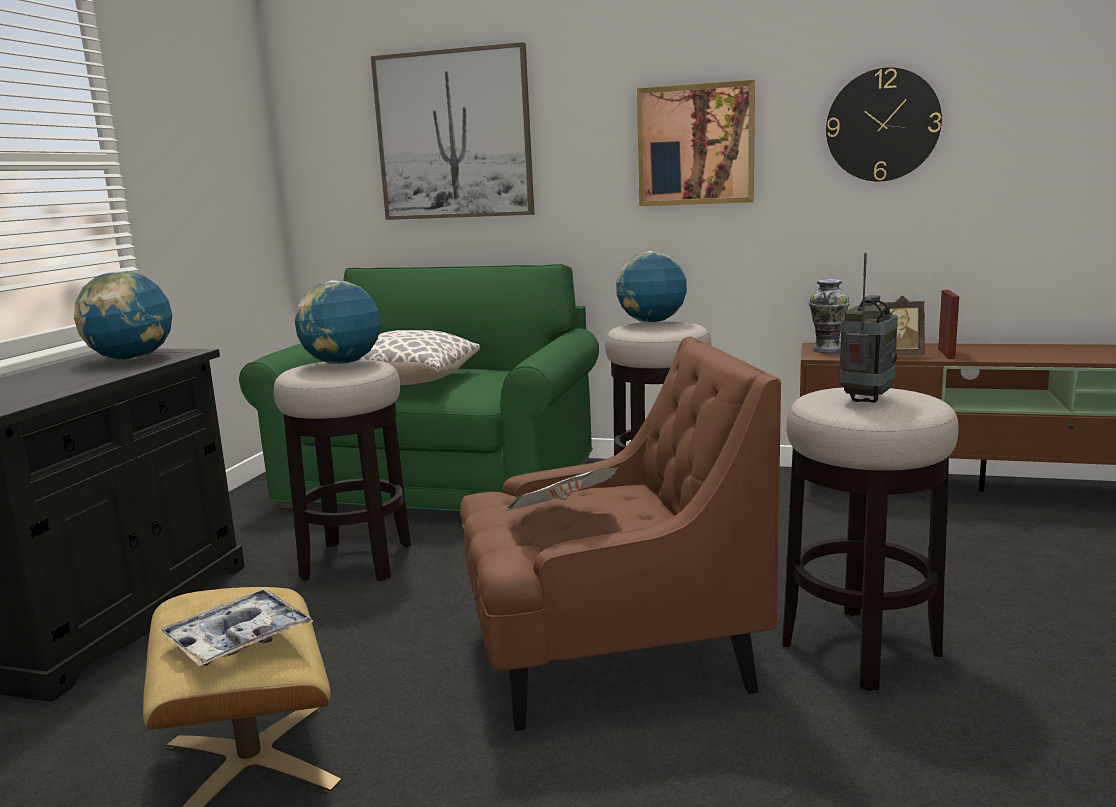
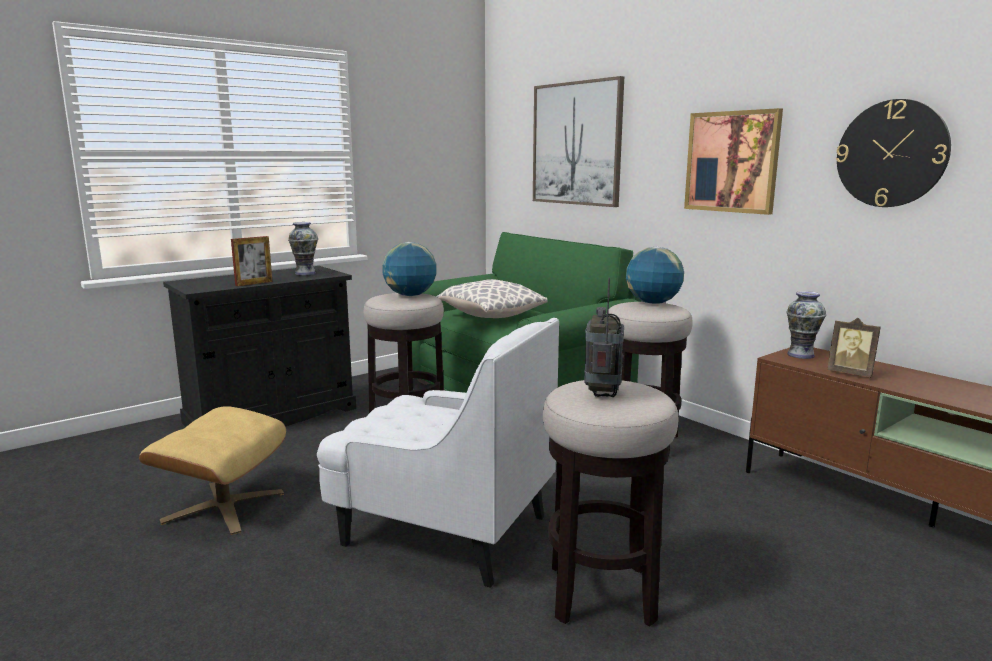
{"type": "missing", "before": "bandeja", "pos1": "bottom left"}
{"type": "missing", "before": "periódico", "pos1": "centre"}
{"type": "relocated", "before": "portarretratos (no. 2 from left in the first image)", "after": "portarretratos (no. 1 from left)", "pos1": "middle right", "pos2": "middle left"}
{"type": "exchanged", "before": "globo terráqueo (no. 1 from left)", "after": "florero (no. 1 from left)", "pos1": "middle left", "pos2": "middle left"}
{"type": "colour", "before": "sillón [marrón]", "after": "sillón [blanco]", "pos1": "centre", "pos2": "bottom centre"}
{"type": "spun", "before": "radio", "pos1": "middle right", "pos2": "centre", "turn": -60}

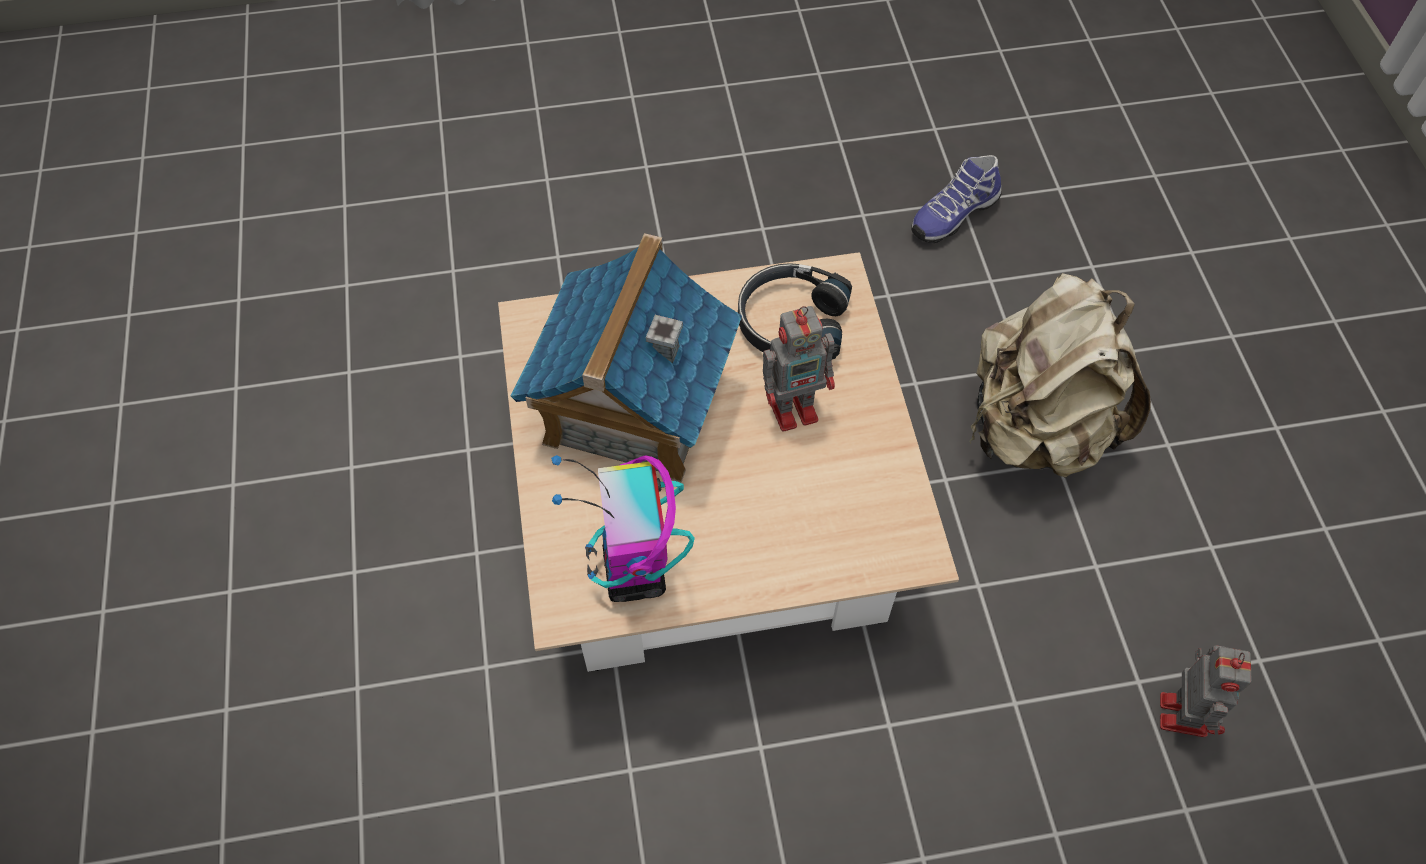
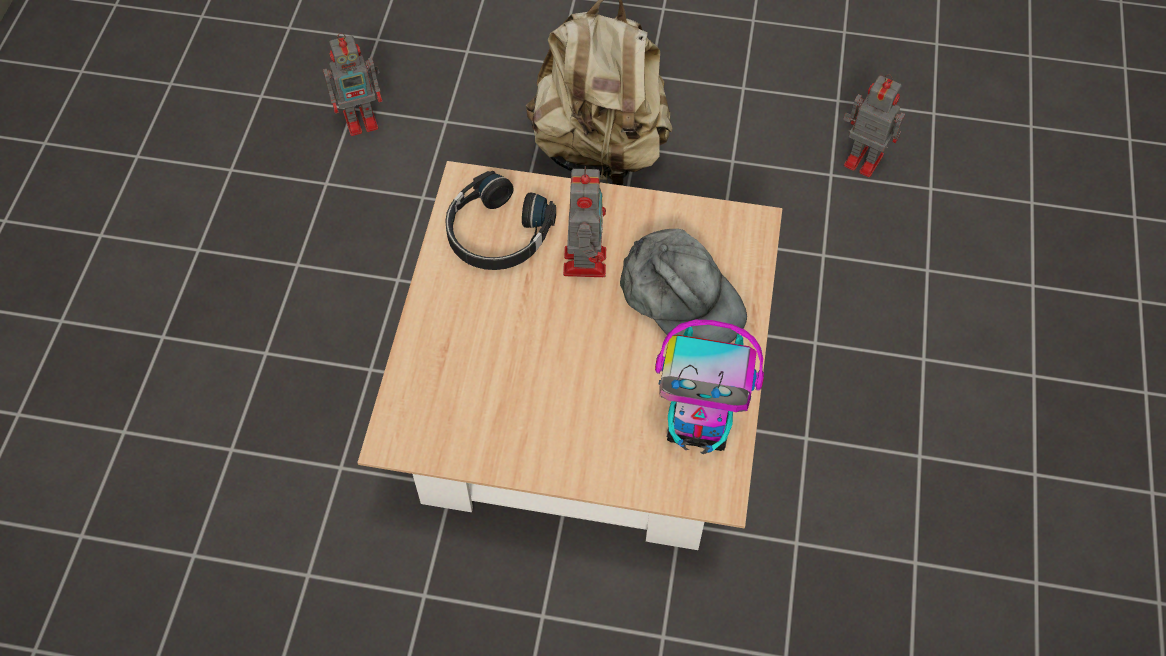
{"type": "missing", "before": "casita", "pos1": "centre"}
{"type": "appeared", "after": "gorra [gris]", "pos2": "centre"}
{"type": "exchanged", "before": "zapato", "after": "robot de juguete (no. 1 from left)", "pos1": "top right", "pos2": "top left"}

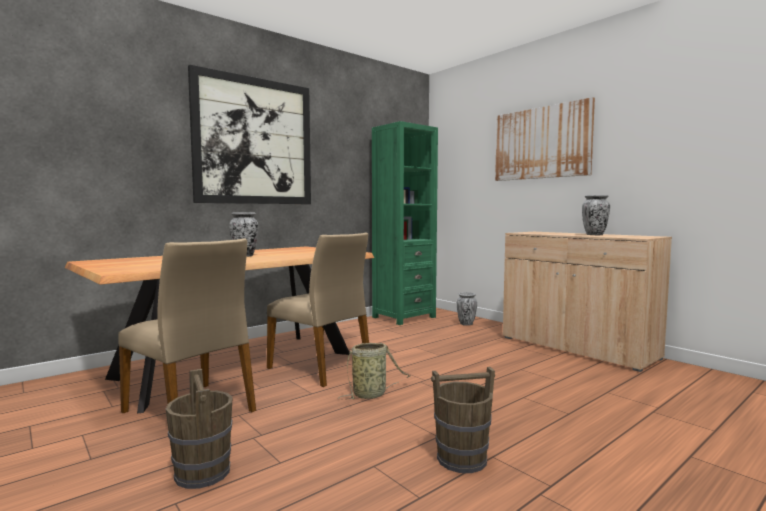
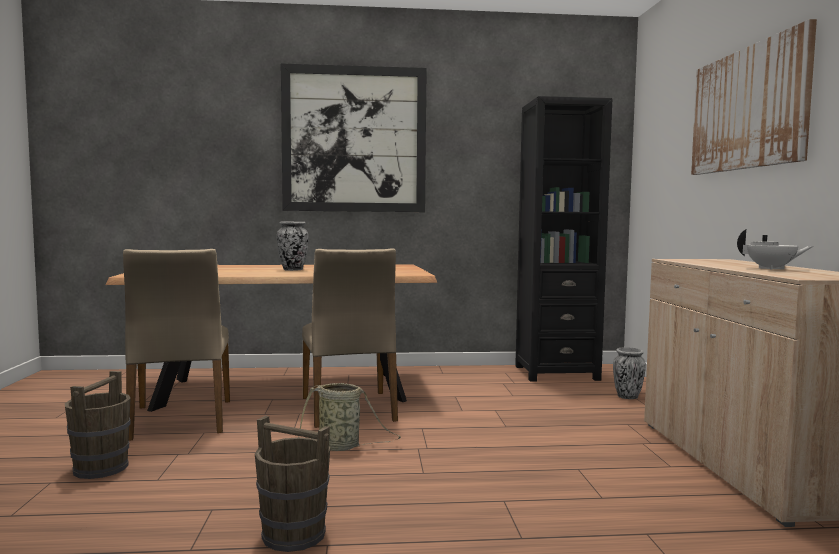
{"type": "exchanged", "before": "florero (no. 3 from left)", "after": "tetera [blanco]", "pos1": "middle right", "pos2": "middle right"}
{"type": "colour", "before": "estantería [verde]", "after": "estantería [negro]", "pos1": "centre", "pos2": "middle right"}

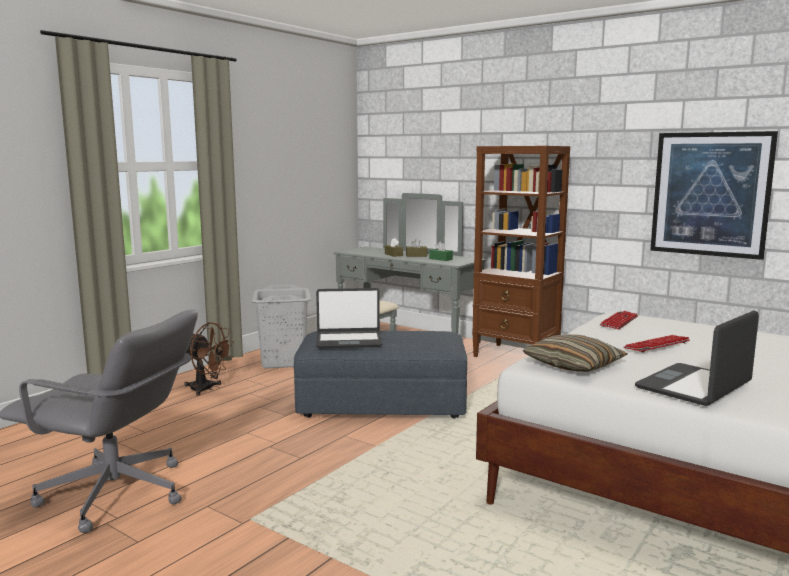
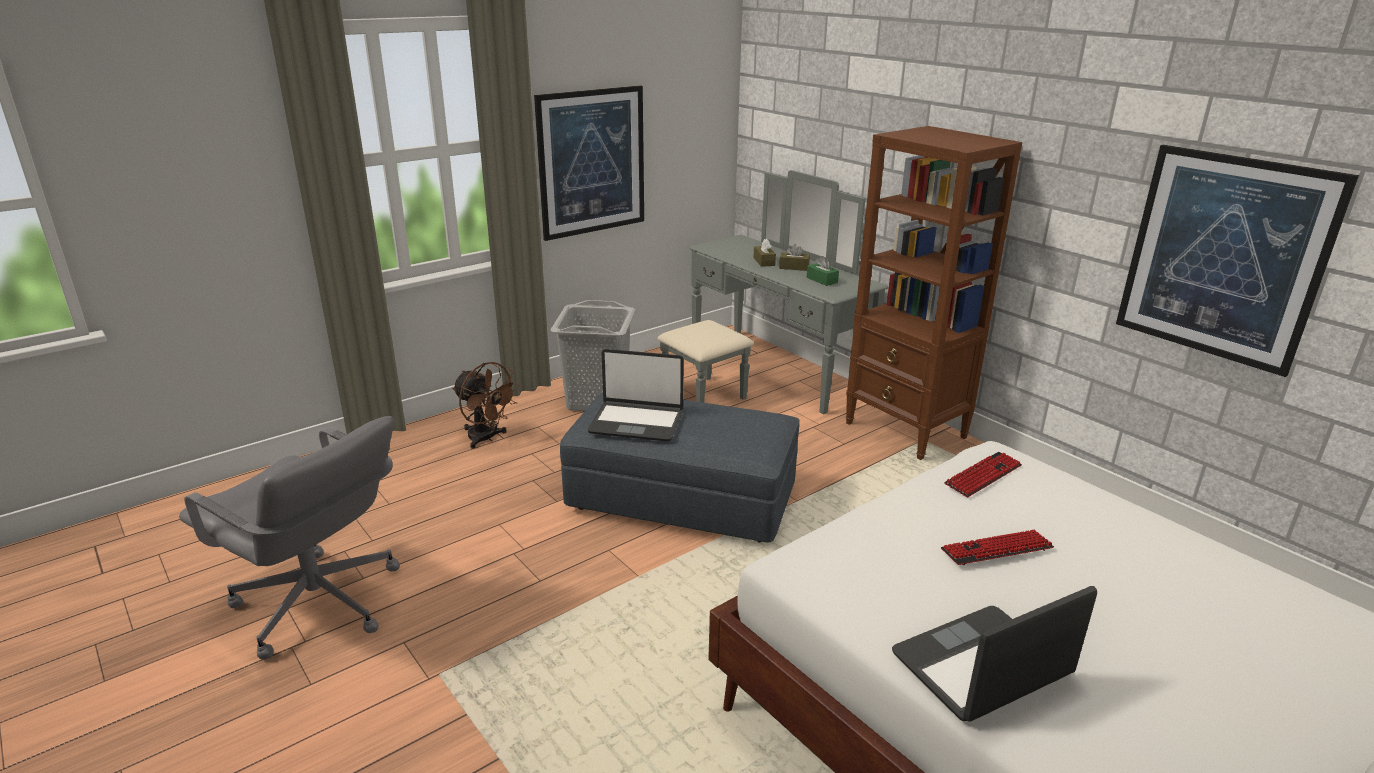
{"type": "missing", "before": "cojín", "pos1": "middle right"}
{"type": "appeared", "after": "cuadro (no. 1 from left)", "pos2": "top centre"}

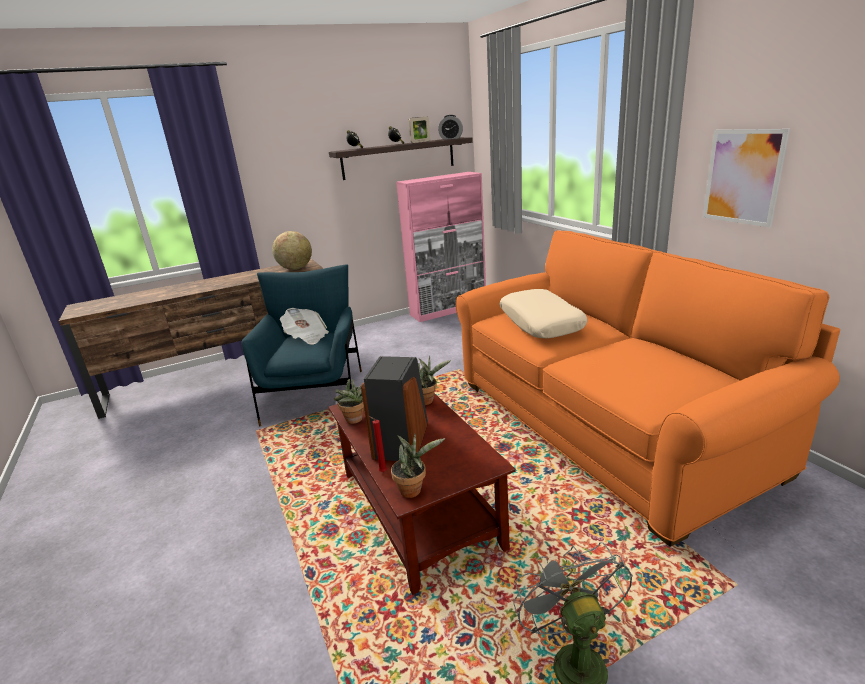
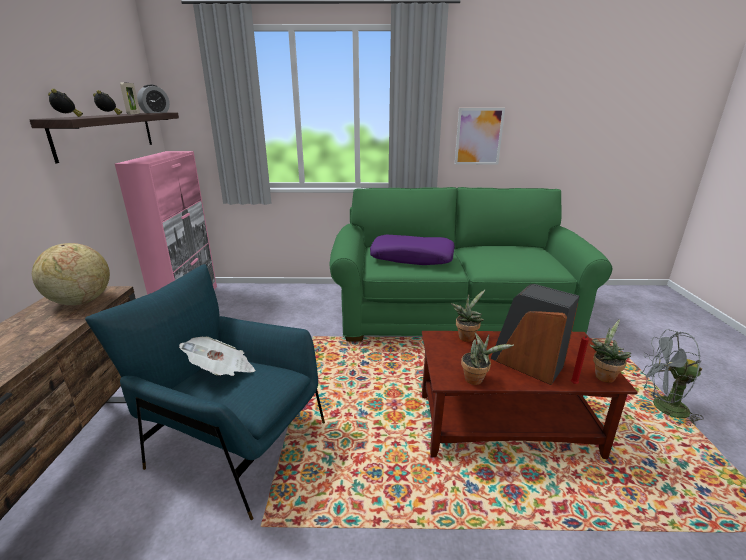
{"type": "colour", "before": "sofá [naranja]", "after": "sofá [verde]", "pos1": "middle right", "pos2": "centre"}
{"type": "colour", "before": "cojín [beis]", "after": "cojín [morado]", "pos1": "centre", "pos2": "centre"}

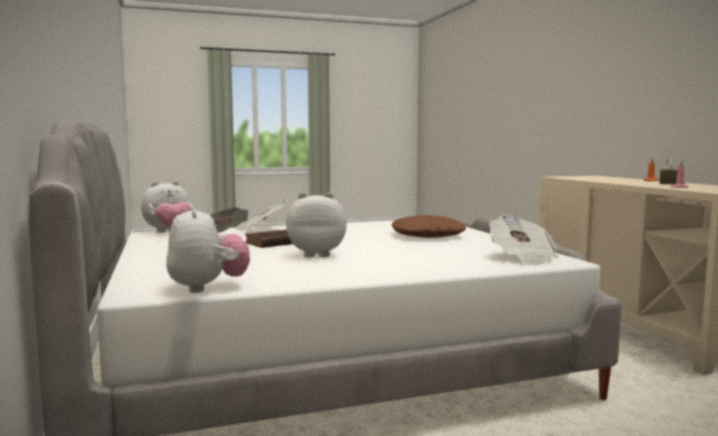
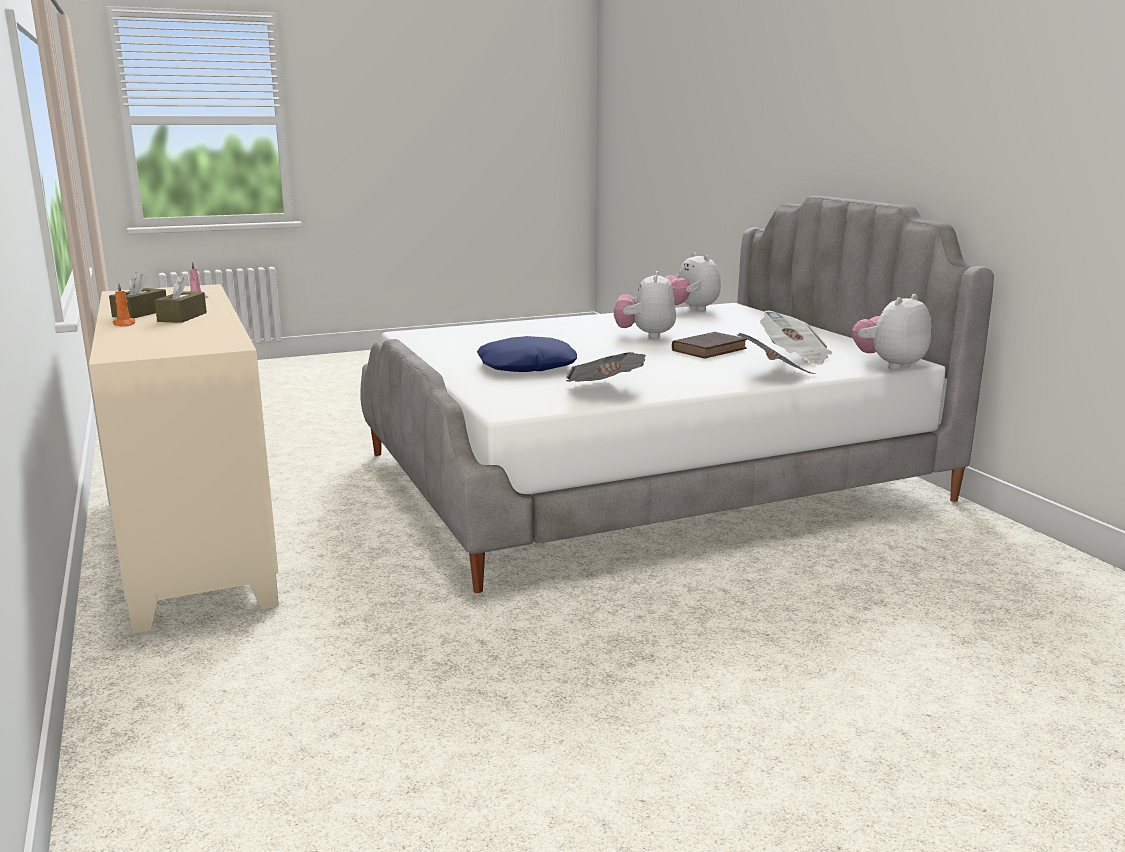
{"type": "appeared", "after": "caja de pañuelos [marrón] (no. 2 from left)", "pos2": "middle left"}
{"type": "relocated", "before": "periódico (no. 3 from left in the first image)", "after": "periódico (no. 1 from left)", "pos1": "middle right", "pos2": "centre"}
{"type": "colour", "before": "cojín [marrón]", "after": "cojín [azul]", "pos1": "centre", "pos2": "centre"}
{"type": "spun", "before": "peluche (no. 3 from left in the first image)", "pos1": "centre", "pos2": "centre", "turn": 105}

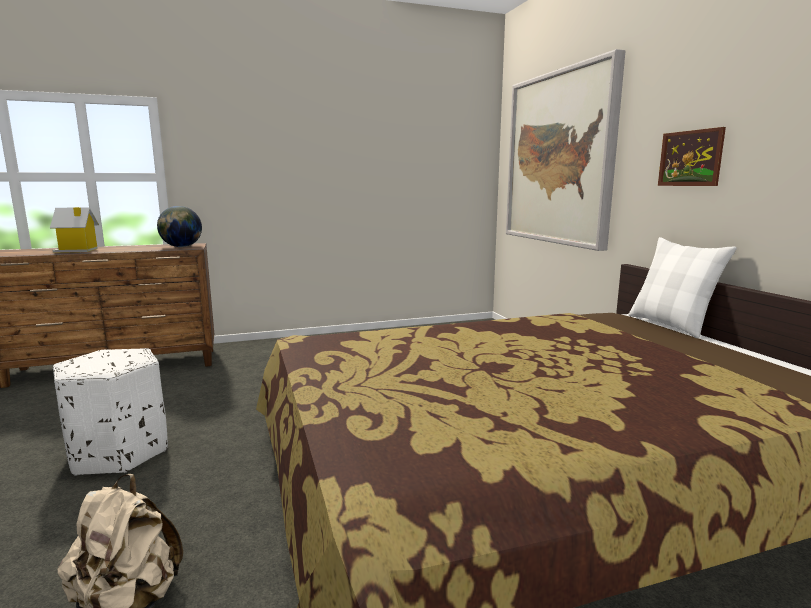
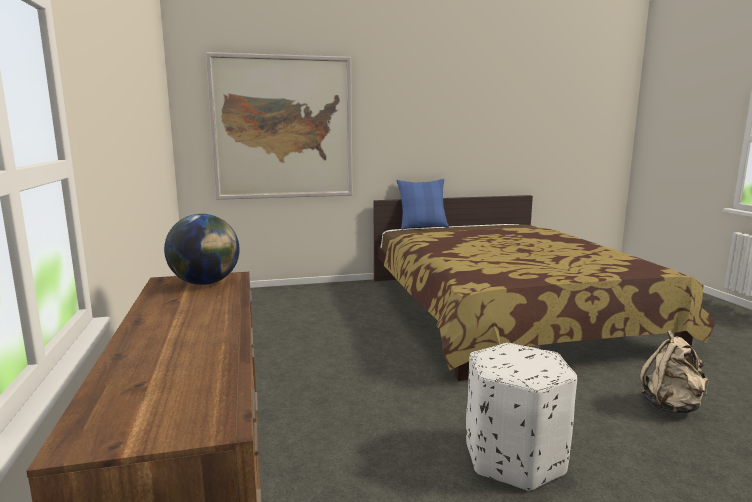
{"type": "missing", "before": "casita", "pos1": "middle left"}
{"type": "missing", "before": "cuadro (no. 2 from left)", "pos1": "top right"}
{"type": "colour", "before": "cojín [blanco]", "after": "cojín [azul]", "pos1": "middle right", "pos2": "centre"}

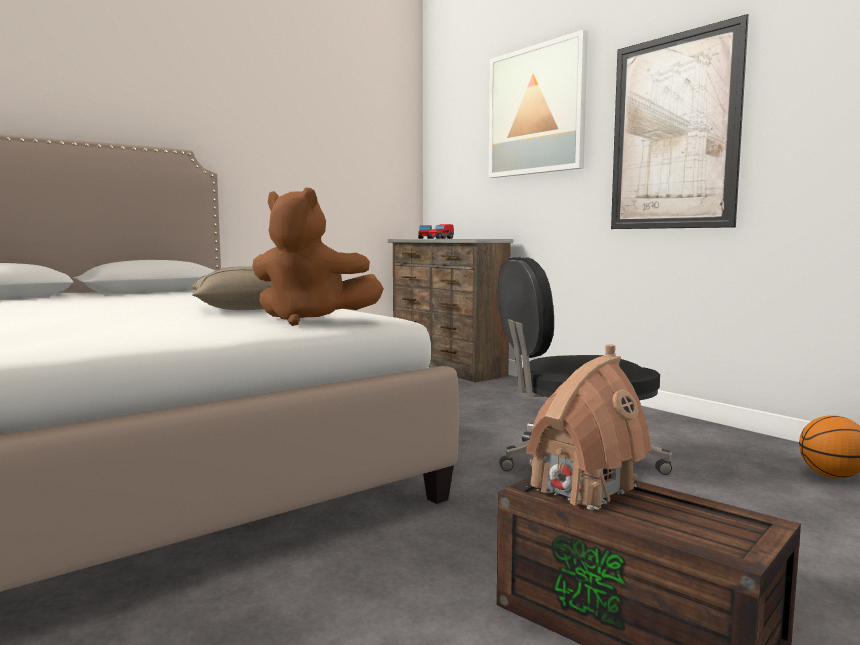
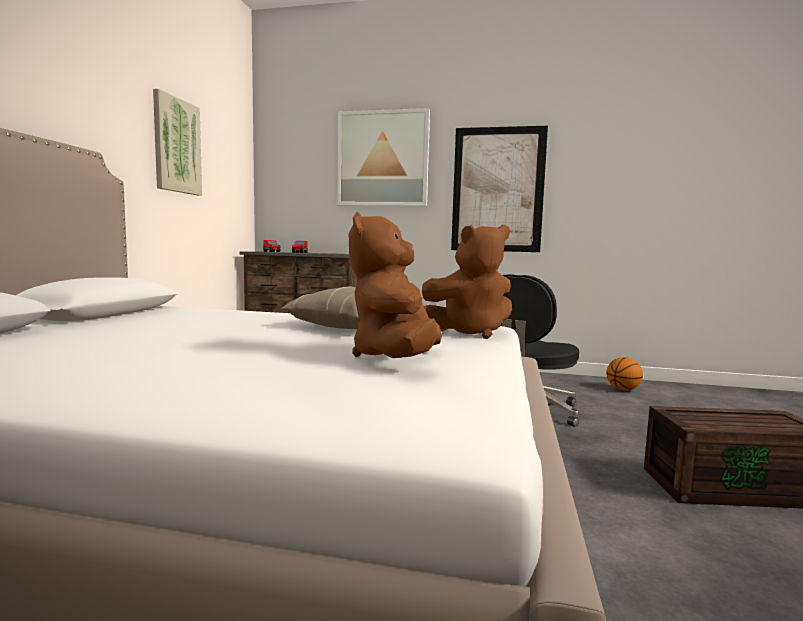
{"type": "missing", "before": "casita", "pos1": "middle right"}
{"type": "appeared", "after": "cuadro (no. 1 from left)", "pos2": "top left"}
{"type": "appeared", "after": "peluche [marrón] (no. 1 from left)", "pos2": "centre"}

